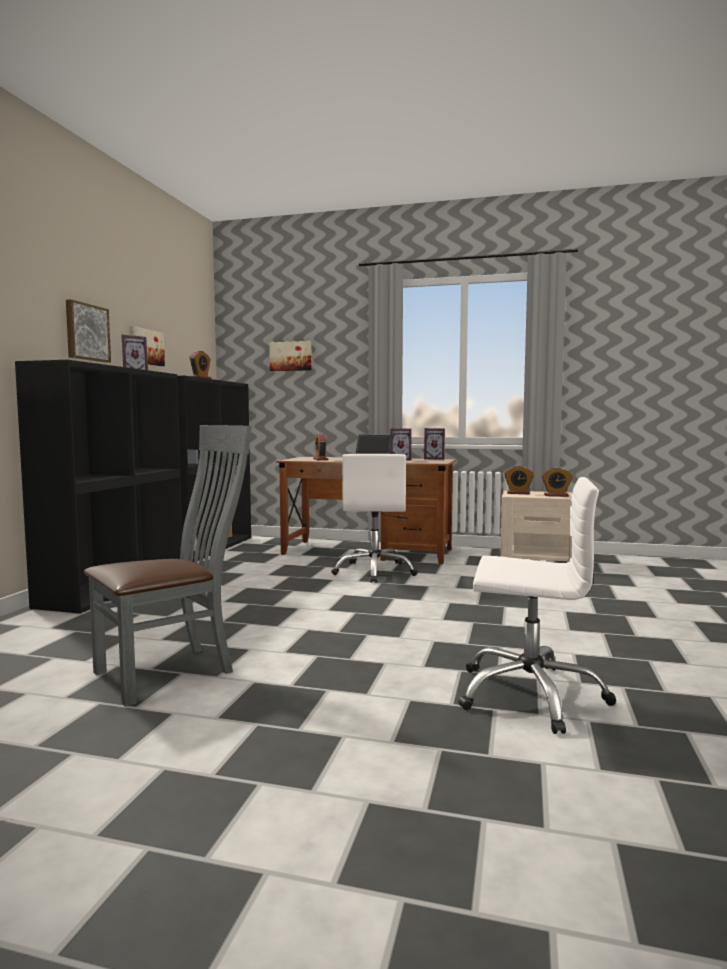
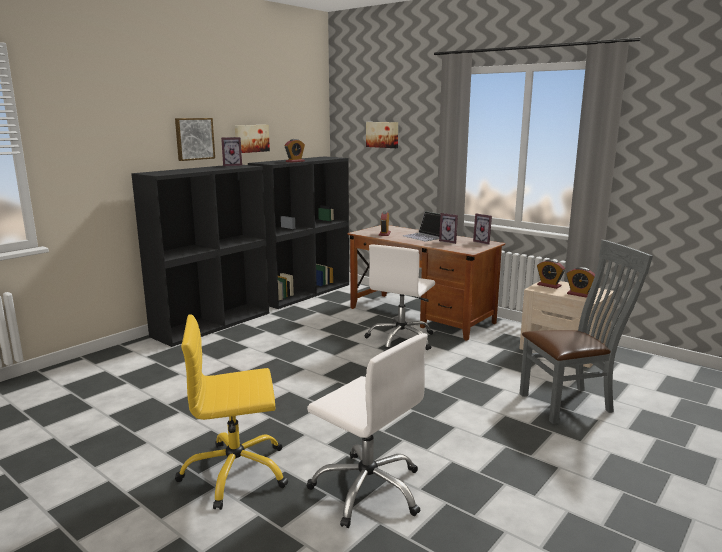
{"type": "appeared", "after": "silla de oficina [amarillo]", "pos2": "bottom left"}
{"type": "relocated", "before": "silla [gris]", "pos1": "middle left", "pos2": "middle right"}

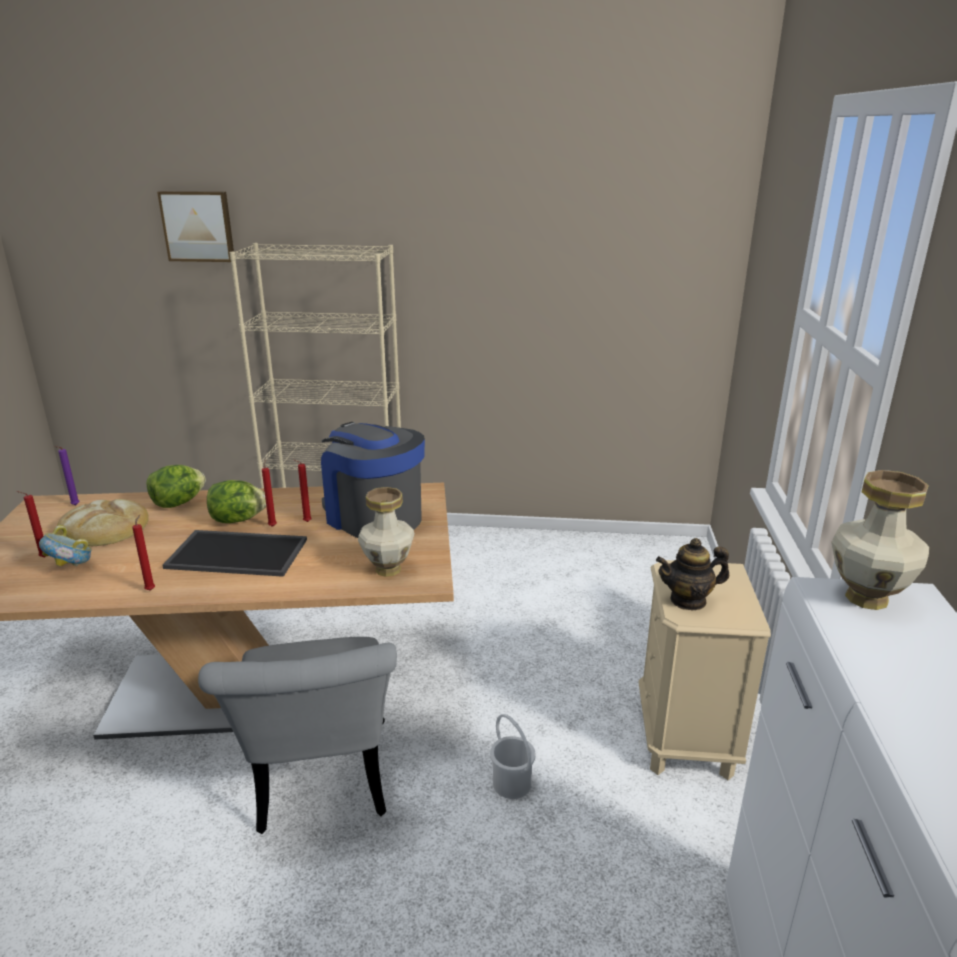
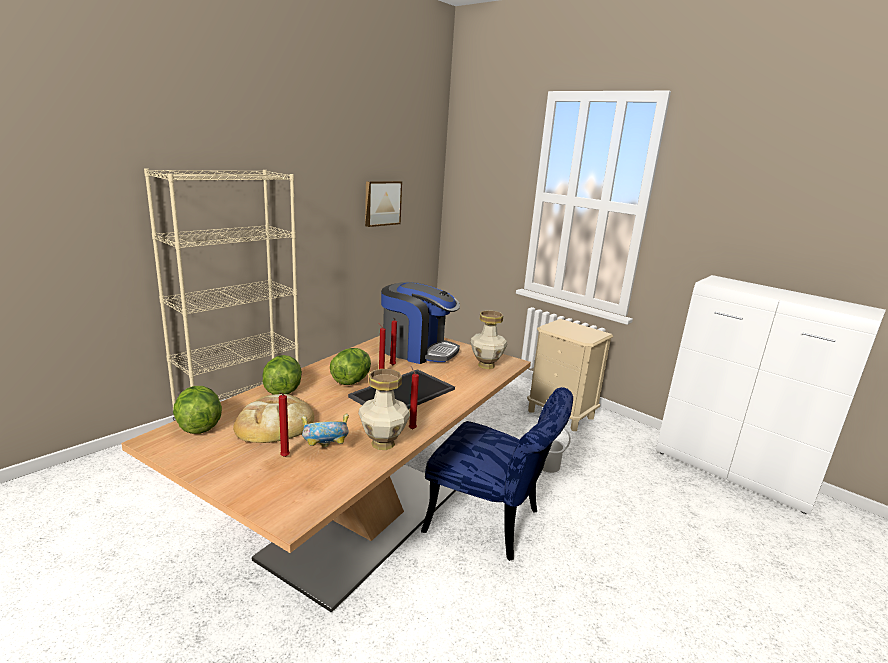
{"type": "missing", "before": "tetera", "pos1": "middle right"}
{"type": "relocated", "before": "cuadro", "pos1": "top left", "pos2": "top centre"}
{"type": "relocated", "before": "florero (no. 2 from left in the first image)", "after": "florero (no. 1 from left)", "pos1": "middle right", "pos2": "centre"}
{"type": "exchanged", "before": "vela [morado]", "after": "lechuga (no. 1 from left)", "pos1": "middle left", "pos2": "middle left"}
{"type": "colour", "before": "silla [gris]", "after": "silla [azul]", "pos1": "bottom left", "pos2": "bottom centre"}
{"type": "spun", "before": "cafetera", "pos1": "centre", "pos2": "centre", "turn": -150}

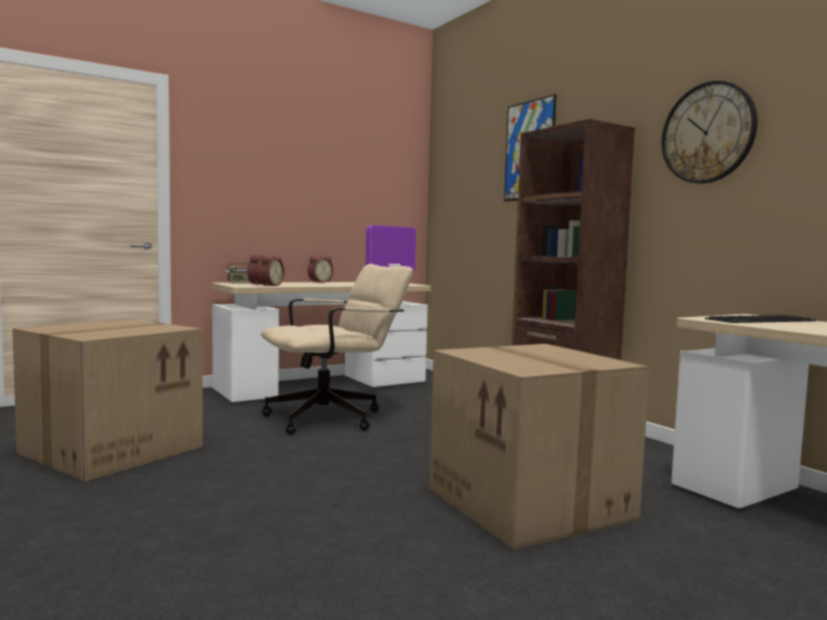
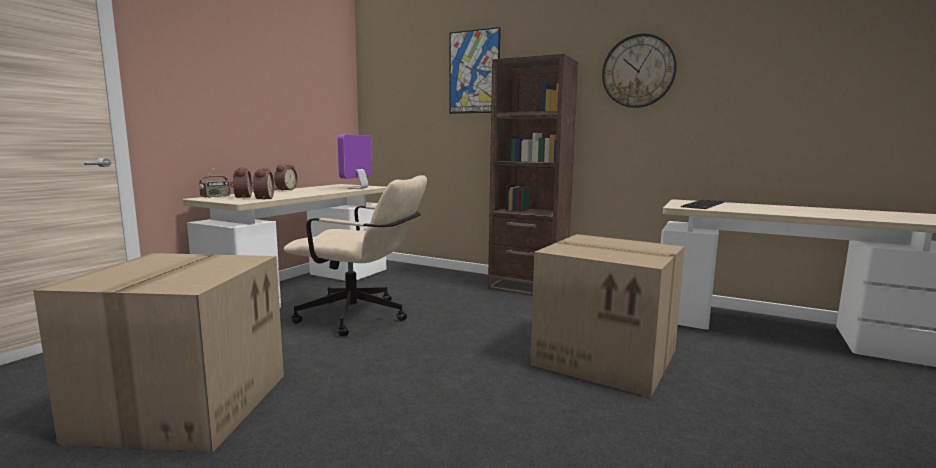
{"type": "spun", "before": "silla de oficina [beis]", "pos1": "centre", "pos2": "centre", "turn": 75}

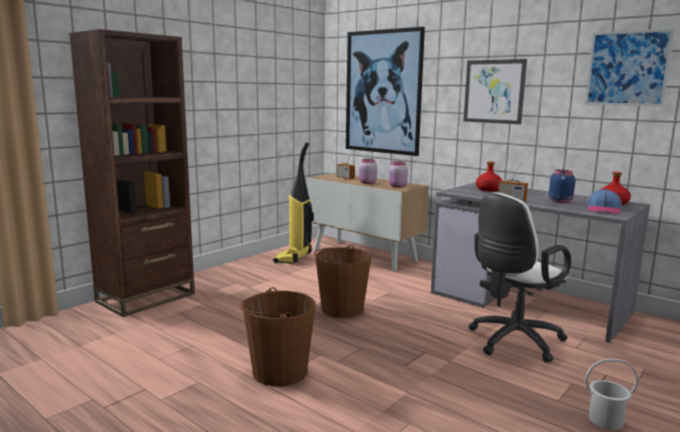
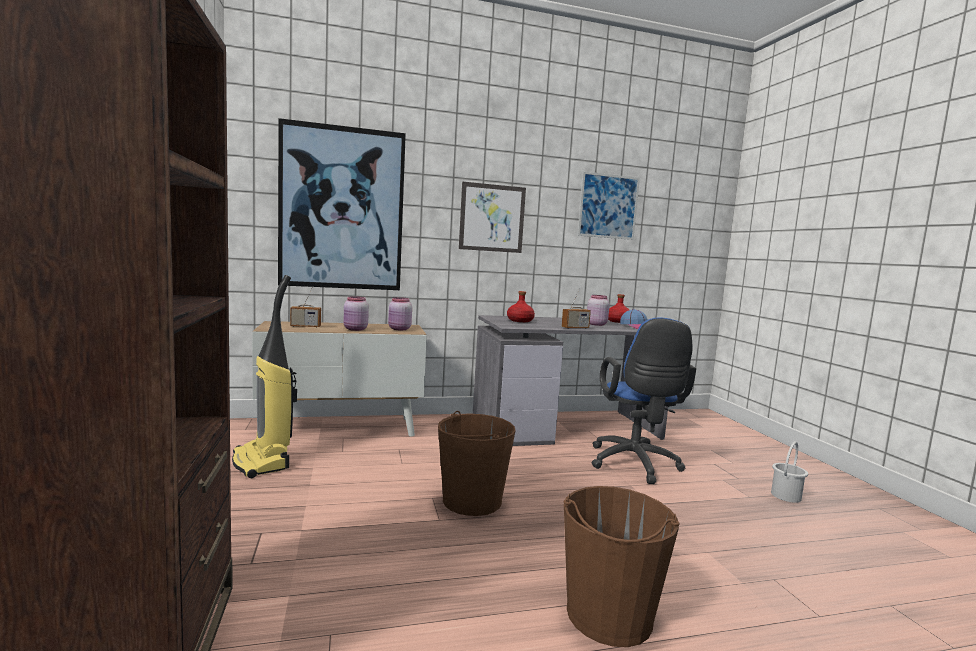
{"type": "colour", "before": "silla de oficina [blanco]", "after": "silla de oficina [azul]", "pos1": "middle right", "pos2": "centre"}
{"type": "colour", "before": "tarro [azul]", "after": "tarro [rosa] (no. 3 from left)", "pos1": "middle right", "pos2": "centre"}

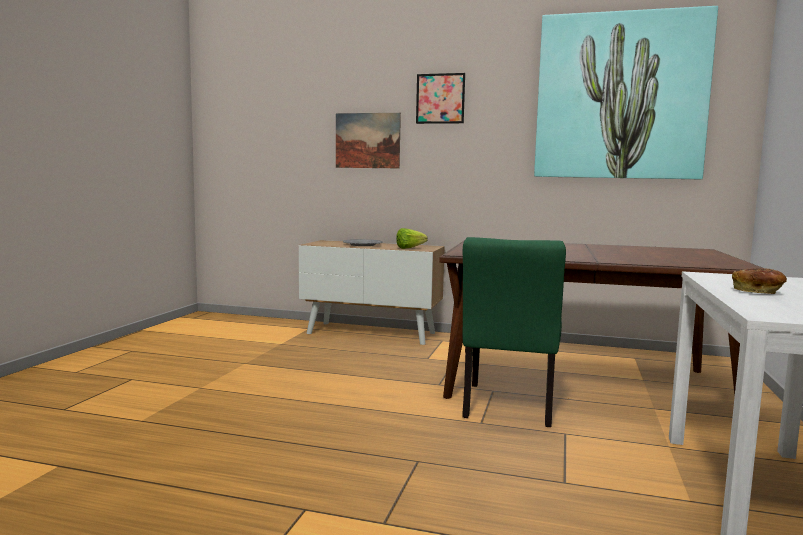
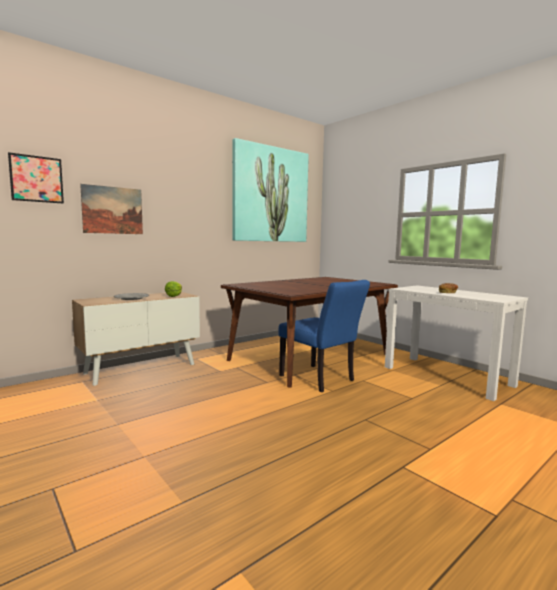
{"type": "relocated", "before": "cuadro (no. 2 from left in the first image)", "after": "cuadro (no. 1 from left)", "pos1": "top centre", "pos2": "top left"}
{"type": "colour", "before": "silla [verde]", "after": "silla [azul]", "pos1": "centre", "pos2": "centre"}

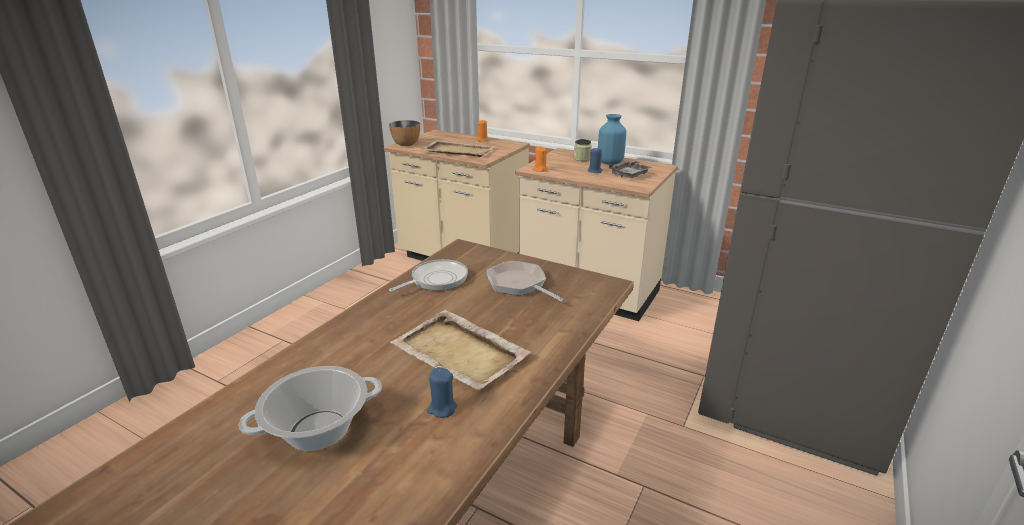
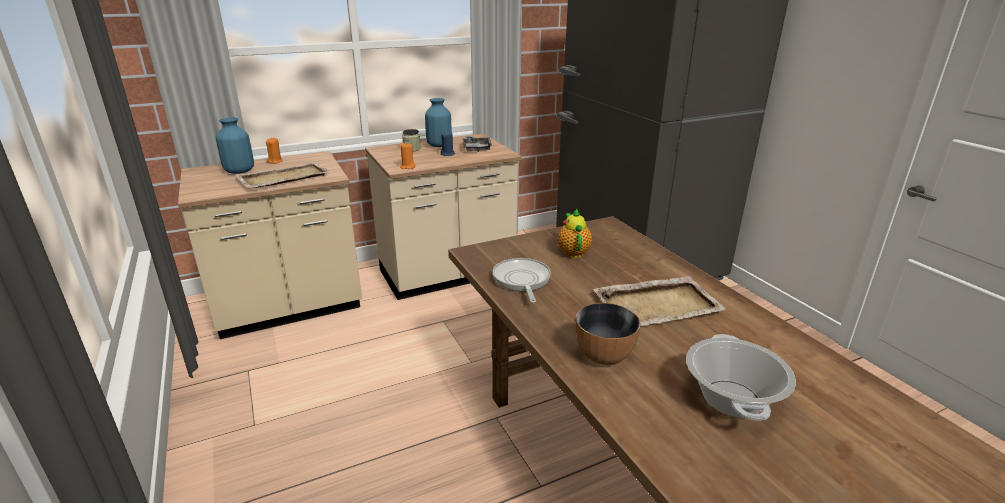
{"type": "missing", "before": "vela [azul] (no. 1 from left)", "pos1": "bottom centre"}
{"type": "appeared", "after": "florero [azul] (no. 1 from left)", "pos2": "top left"}
{"type": "relocated", "before": "cuenco", "pos1": "top centre", "pos2": "centre"}
{"type": "exchanged", "before": "sartén (no. 2 from left)", "after": "tetera", "pos1": "centre", "pos2": "centre"}

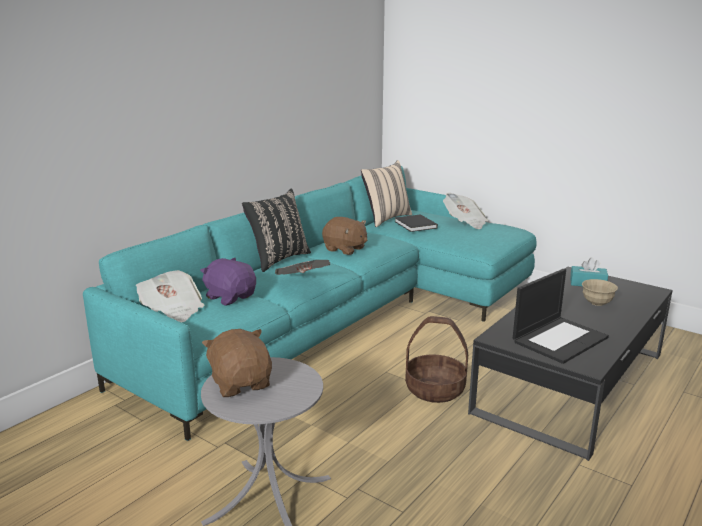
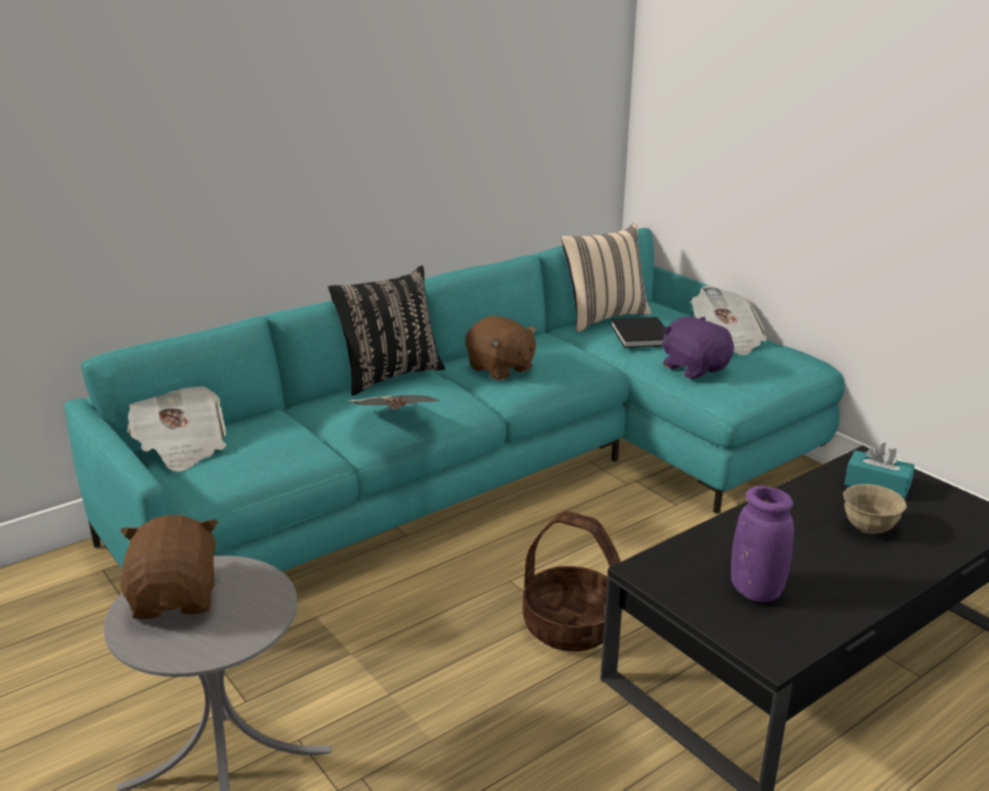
{"type": "relocated", "before": "peluche [morado]", "pos1": "middle left", "pos2": "middle right"}
{"type": "exchanged", "before": "portátil", "after": "florero [morado]", "pos1": "middle right", "pos2": "bottom right"}

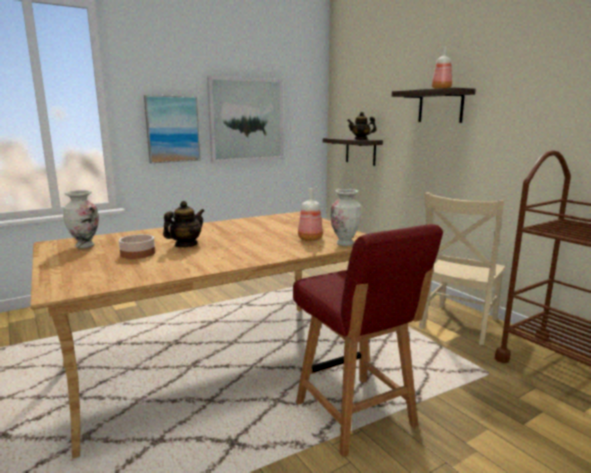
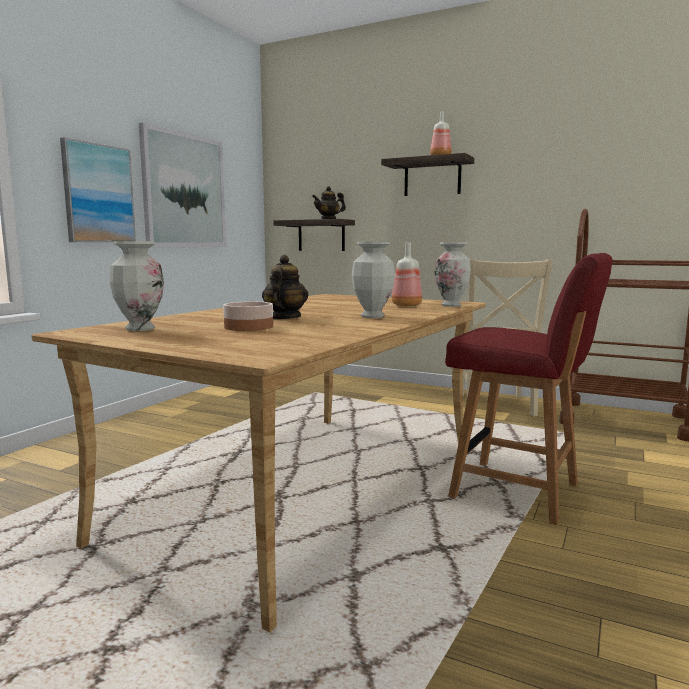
{"type": "appeared", "after": "florero (no. 2 from left)", "pos2": "centre"}

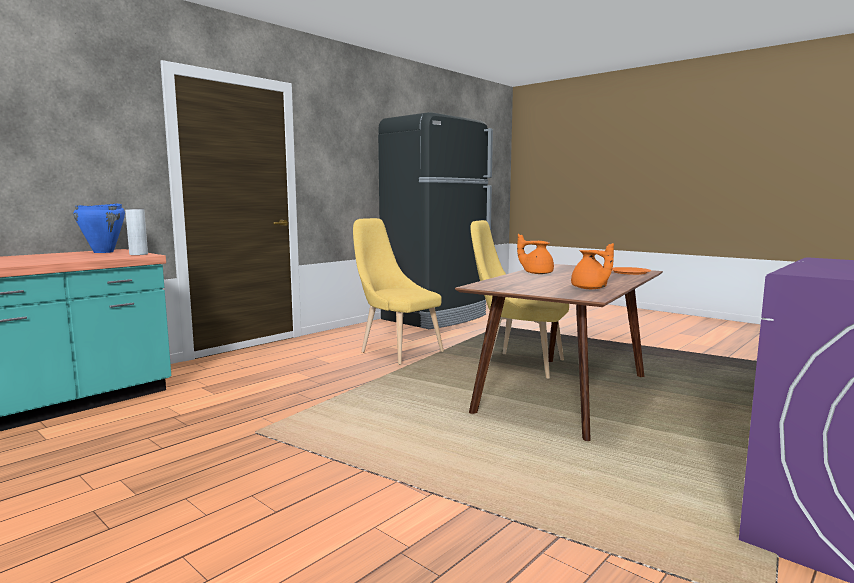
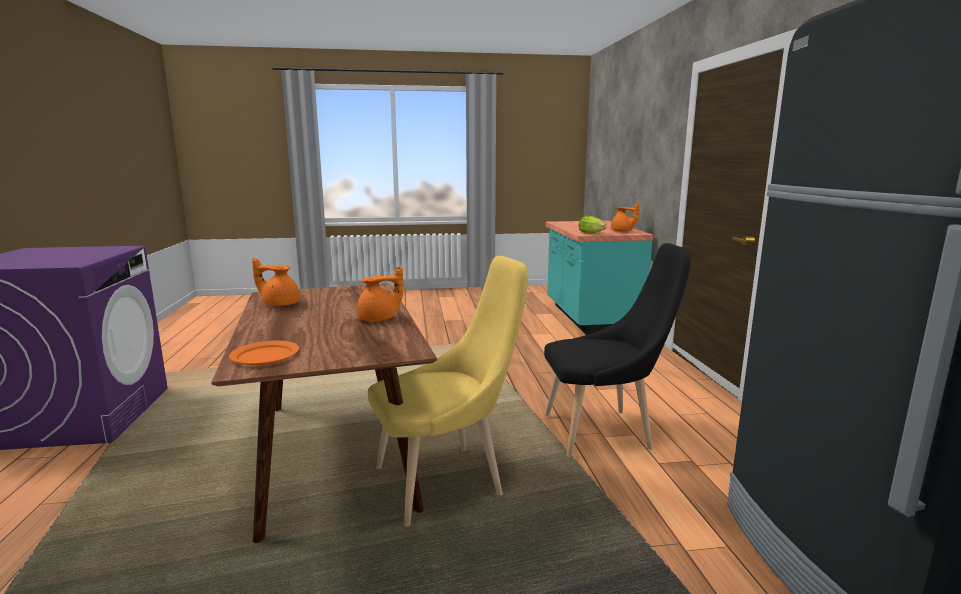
{"type": "exchanged", "before": "olla [azul]", "after": "tetera [naranja] (no. 3 from left)", "pos1": "middle left", "pos2": "centre"}
{"type": "exchanged", "before": "florero [gris]", "after": "lechuga", "pos1": "middle left", "pos2": "centre"}
{"type": "colour", "before": "silla [amarillo] (no. 1 from left)", "after": "silla [negro]", "pos1": "centre", "pos2": "centre"}

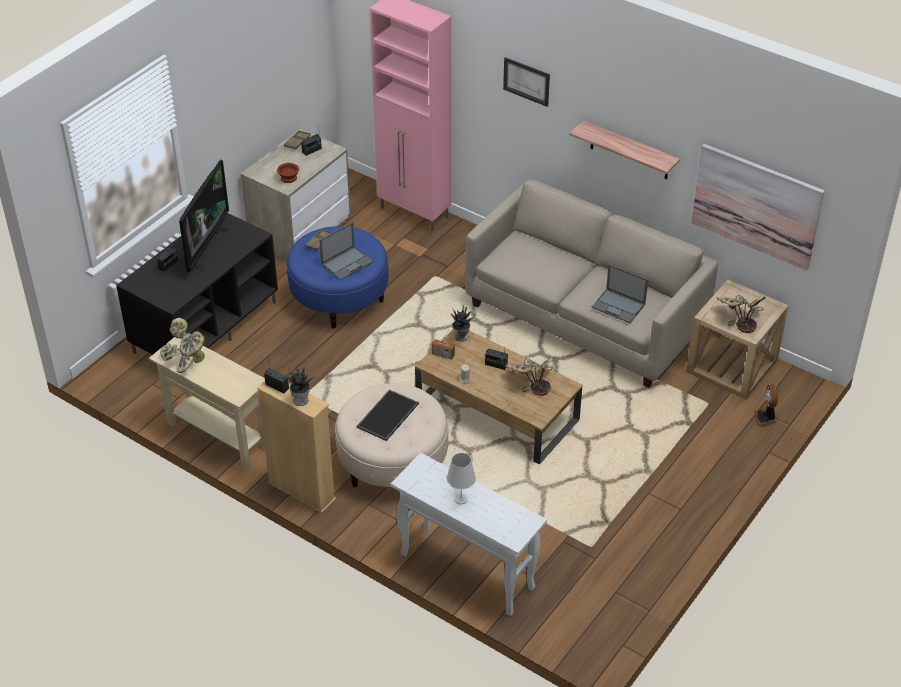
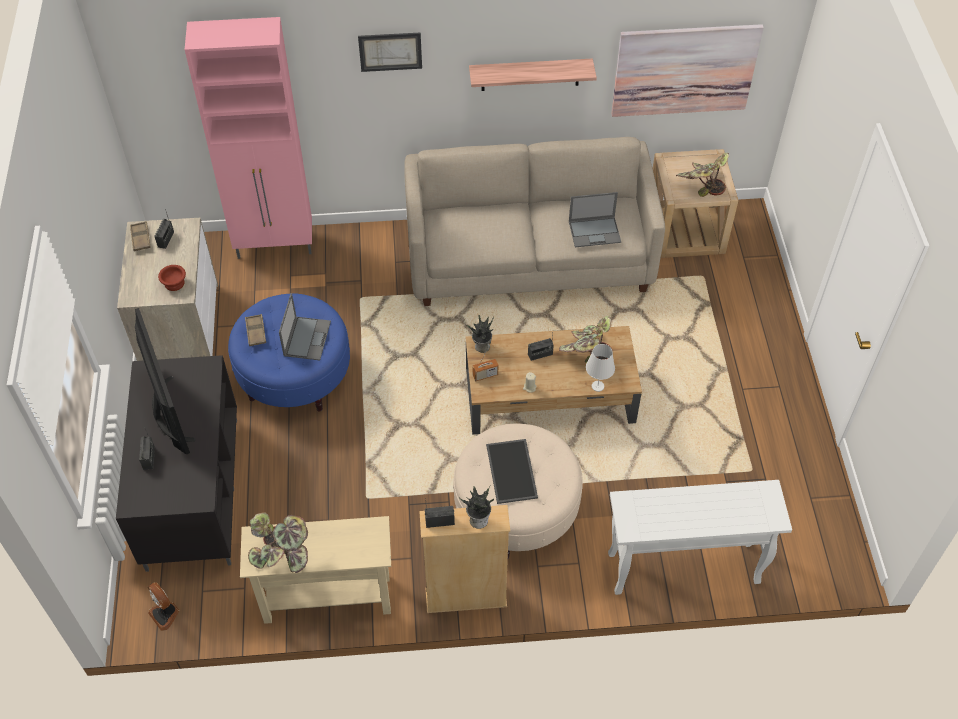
{"type": "relocated", "before": "lámpara de mesa [blanco]", "pos1": "bottom centre", "pos2": "centre"}
{"type": "relocated", "before": "ventilador", "pos1": "middle right", "pos2": "bottom left"}

